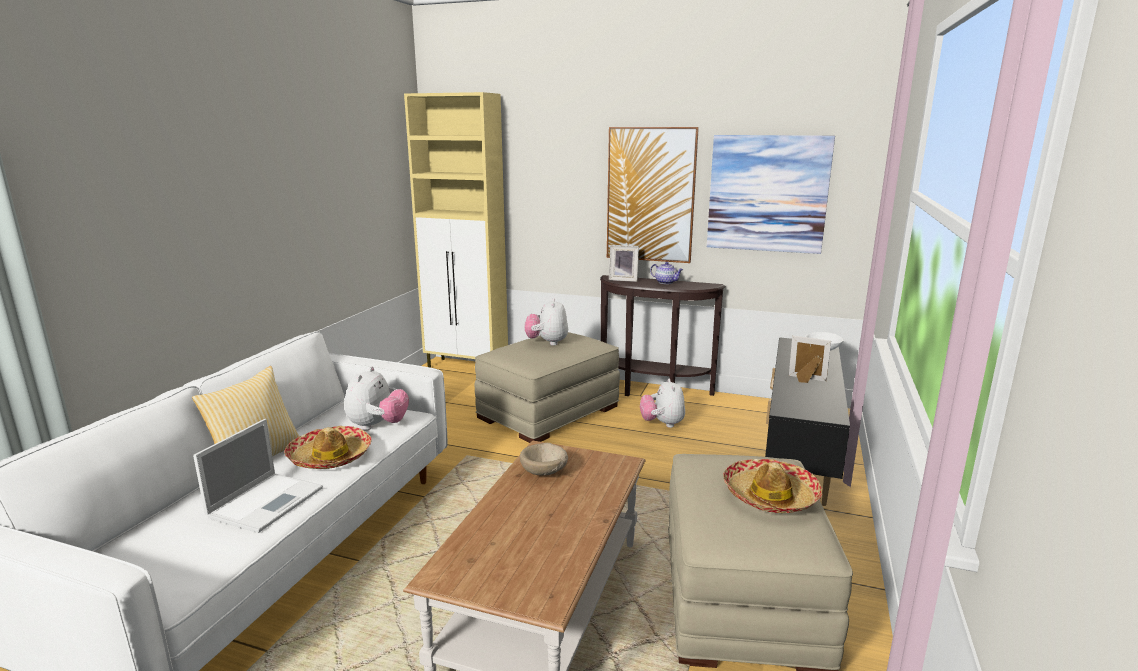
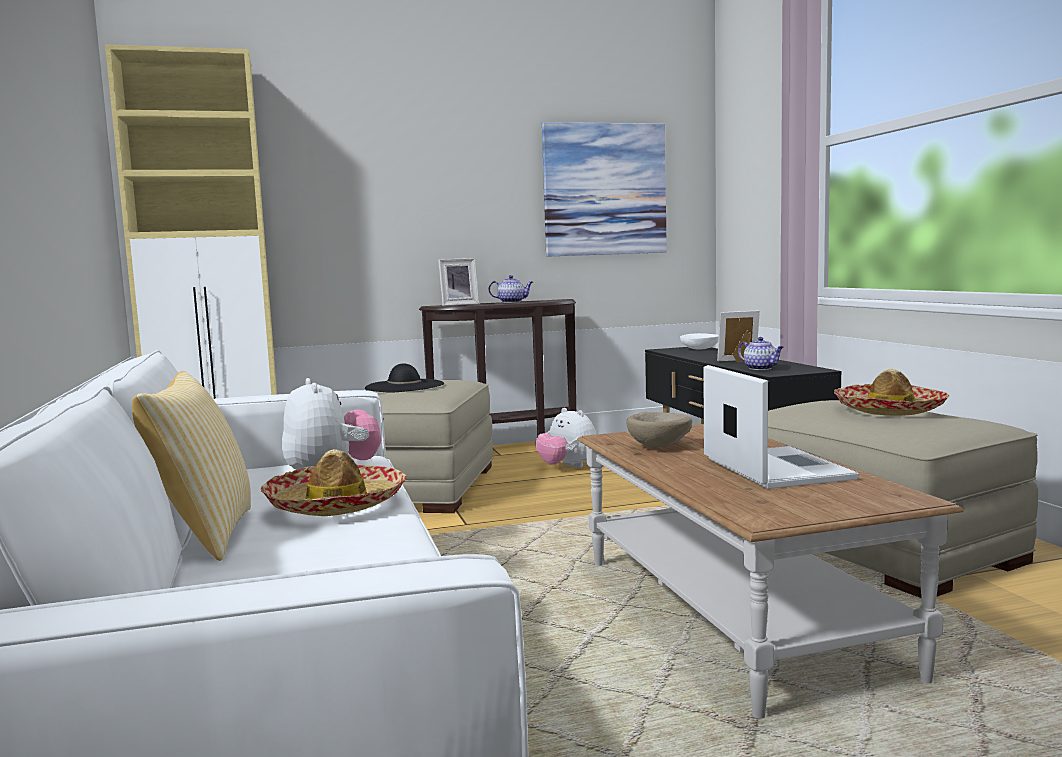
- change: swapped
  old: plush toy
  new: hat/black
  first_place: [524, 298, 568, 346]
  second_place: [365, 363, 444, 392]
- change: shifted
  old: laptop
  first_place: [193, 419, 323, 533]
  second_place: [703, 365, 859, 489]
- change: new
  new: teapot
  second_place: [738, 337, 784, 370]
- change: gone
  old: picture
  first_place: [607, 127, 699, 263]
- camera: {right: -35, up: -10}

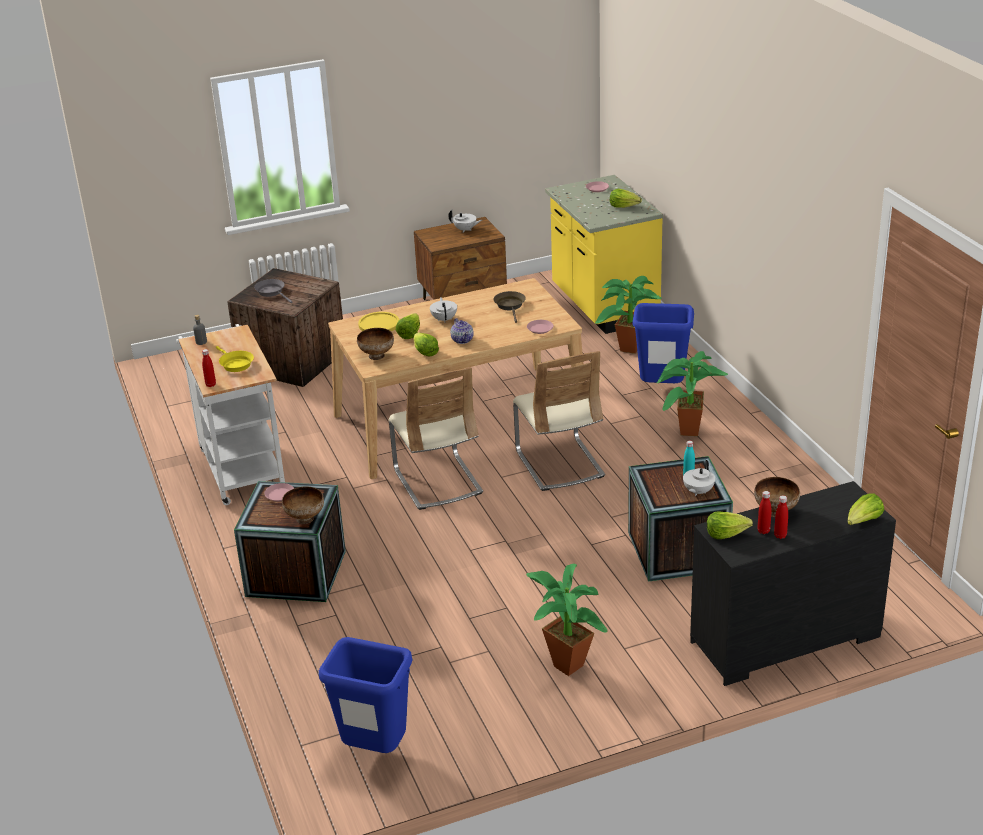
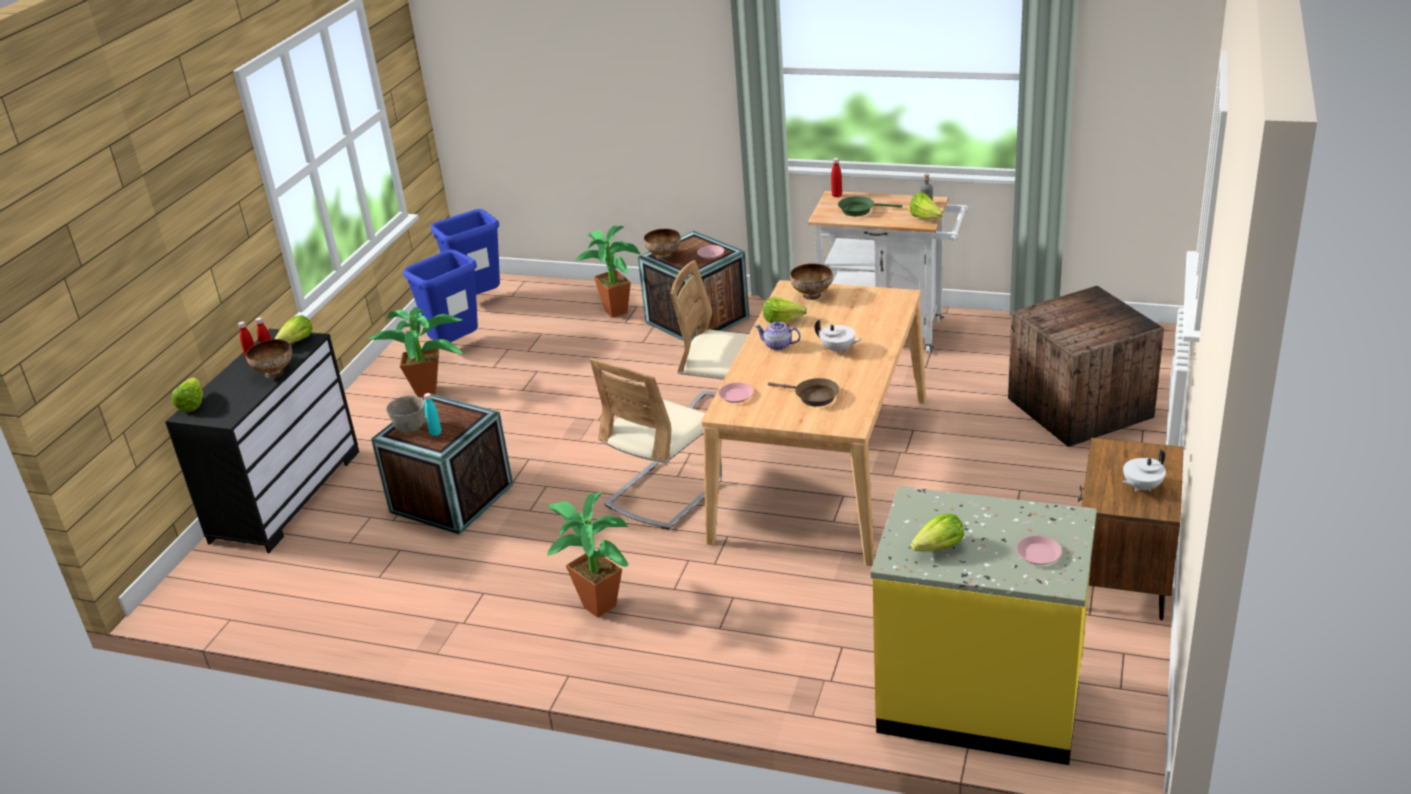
- change: swapped
  old: teapot/white
  new: bowl/grey
  first_place: [683, 460, 715, 496]
  second_place: [386, 396, 425, 433]
- change: shifted
  old: trash can/blue
  first_place: [633, 303, 694, 383]
  second_place: [403, 250, 478, 342]
- change: shifted
  old: potted plant
  first_place: [596, 276, 662, 354]
  second_place: [575, 226, 640, 318]
- change: rotated
  old: chair/beige
  first_place: [513, 351, 605, 491]
  second_place: [590, 358, 722, 530]
  degrees: -75
- change: repainted
  old: frying pan/yellow
  new: frying pan/green
  first_place: [216, 346, 254, 372]
  second_place: [838, 196, 902, 216]
- change: shifted
  old: lettuce
  first_place: [396, 313, 420, 339]
  second_place: [910, 193, 944, 219]
- change: gone
  old: frying pan/grey
  first_place: [254, 279, 292, 303]
- change: gone
  old: plate/yellow
  first_place: [358, 312, 399, 332]
- camera: {right: 130, up: 0}

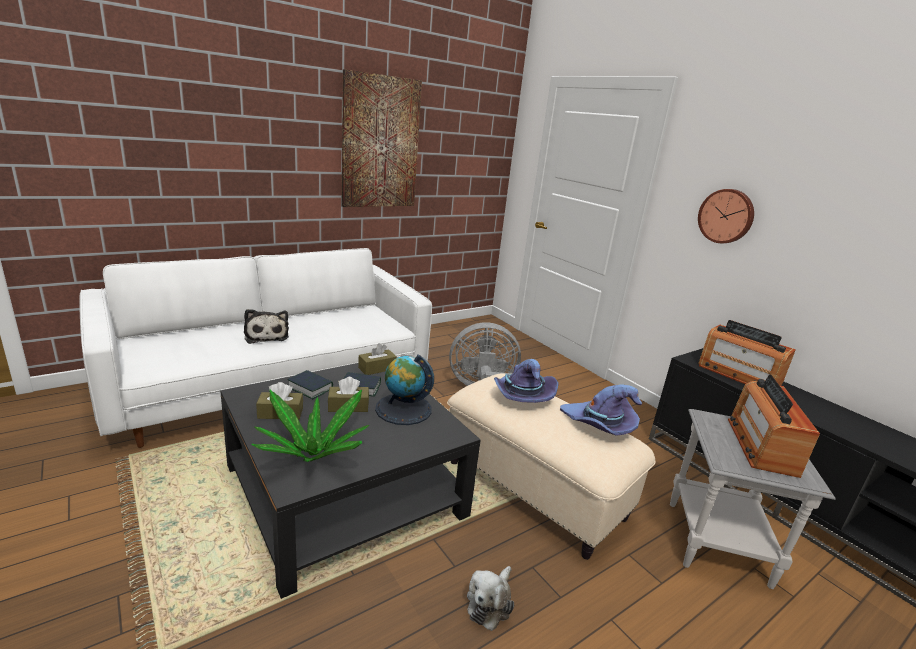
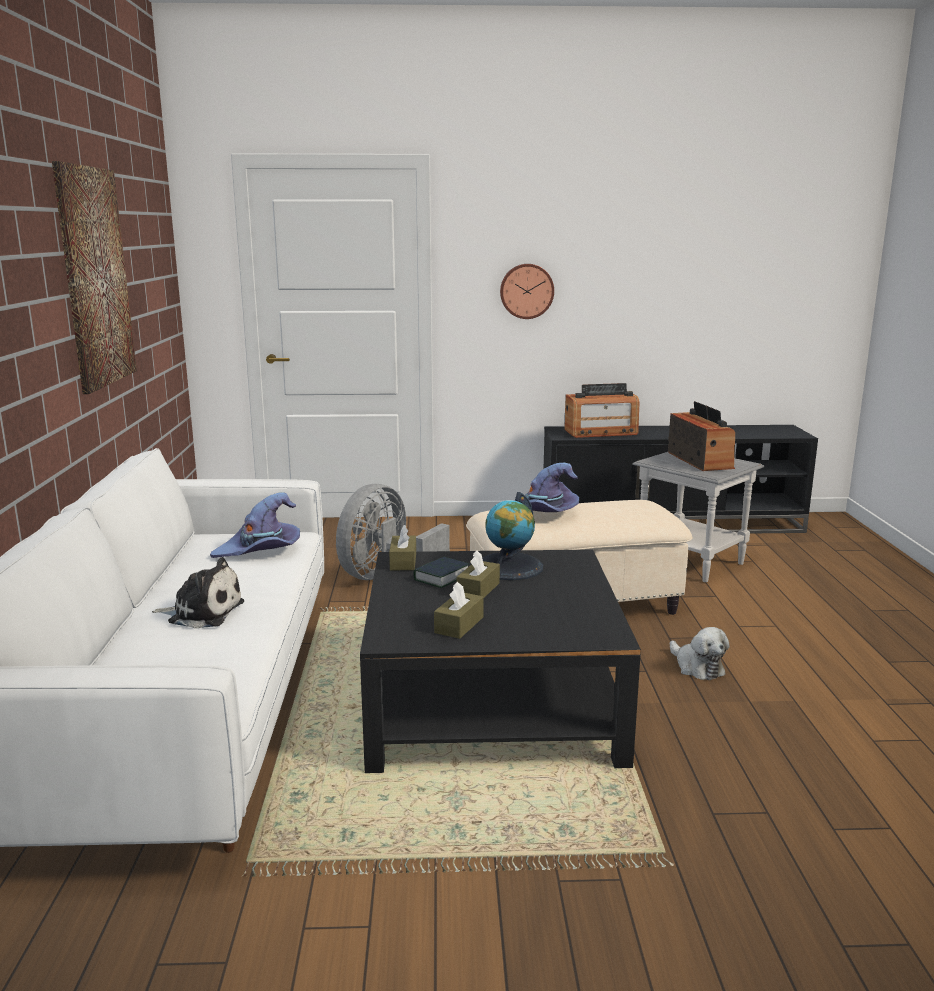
- change: shifted
  old: hat/purple
  first_place: [560, 384, 642, 436]
  second_place: [210, 493, 300, 558]
- change: rotated
  old: radio
  first_place: [728, 374, 820, 478]
  second_place: [668, 401, 735, 471]
  degrees: -150
- change: gone
  old: potted plant
  first_place: [251, 389, 369, 462]
- change: gone
  old: book
  first_place: [287, 370, 333, 399]
- camera: {right: -55, up: -5}

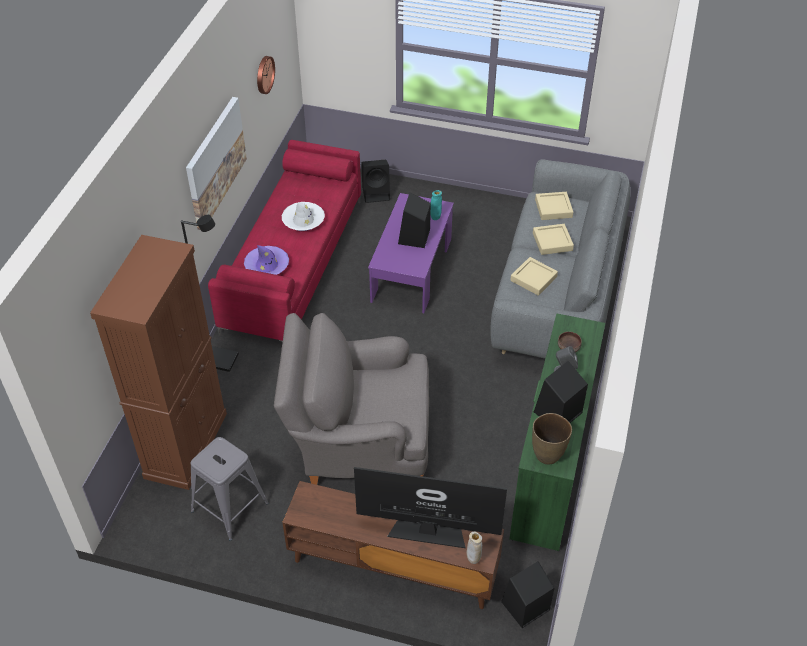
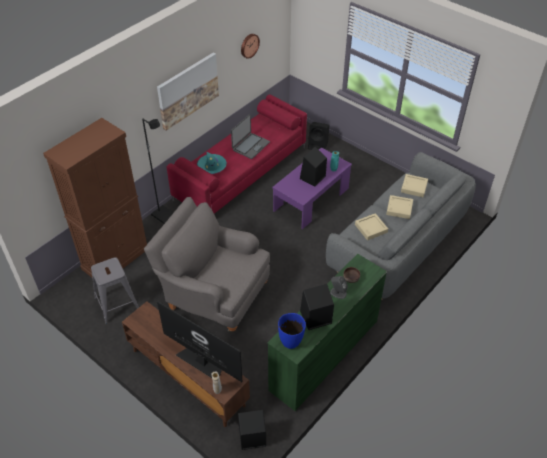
- change: repainted
  old: hat/purple
  new: hat/turquoise
  first_place: [244, 245, 289, 275]
  second_place: [197, 152, 227, 174]
- change: swapped
  old: hat/white
  new: laptop
  first_place: [282, 202, 325, 231]
  second_place: [231, 114, 270, 159]
- change: repainted
  old: vase/brown
  new: vase/blue
  first_place: [532, 413, 572, 465]
  second_place: [278, 313, 306, 349]
- camera: {right: 25, up: 0}

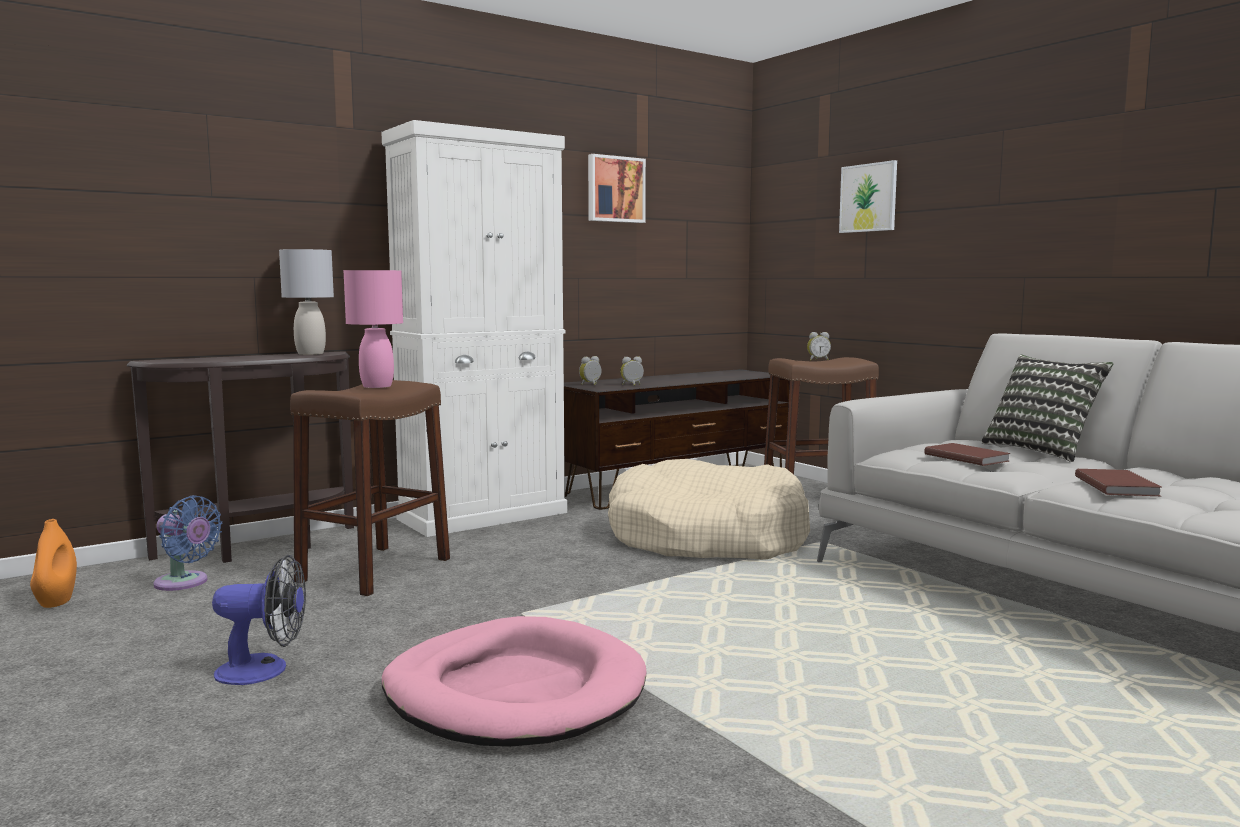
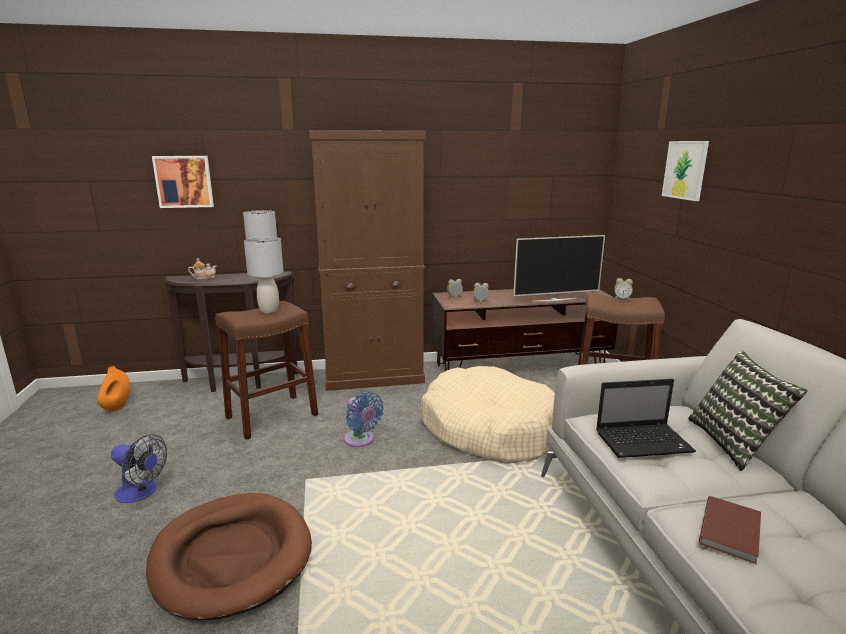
- change: repainted
  old: dog bed/pink
  new: dog bed/brown
  first_place: [382, 616, 646, 747]
  second_place: [146, 493, 312, 620]
- change: shifted
  old: picture
  first_place: [588, 154, 646, 223]
  second_place: [152, 156, 214, 208]
- change: new
  new: teapot
  second_place: [188, 258, 216, 280]
- change: repainted
  old: table lamp/pink
  new: table lamp/grey
  first_place: [344, 270, 403, 388]
  second_place: [244, 237, 284, 313]
- change: repainted
  old: cabinet/white
  new: cabinet/brown
  first_place: [381, 120, 567, 537]
  second_place: [309, 130, 426, 391]
- change: shifted
  old: fan/blue
  first_place: [153, 495, 222, 591]
  second_place: [344, 392, 384, 447]
- change: new
  new: television
  second_place: [513, 235, 605, 302]
- change: swapped
  old: book/brown
  new: laptop
  first_place: [924, 443, 1011, 466]
  second_place: [596, 379, 696, 458]
- camera: {right: 25, up: 10}

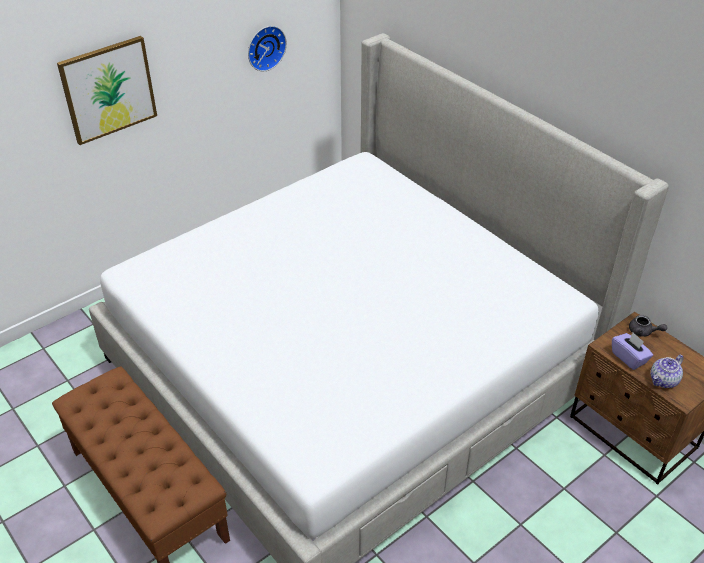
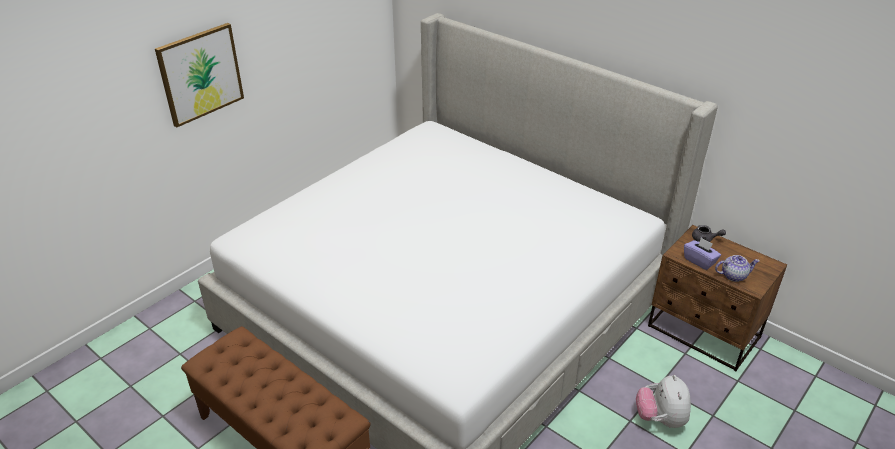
- change: new
  new: plush toy
  second_place: [636, 375, 691, 428]
- change: rotated
  old: teapot
  first_place: [651, 354, 683, 388]
  second_place: [715, 255, 759, 282]
  degrees: -135
- change: gone
  old: wall clock
  first_place: [248, 26, 287, 71]
- camera: {right: -10, up: -5}

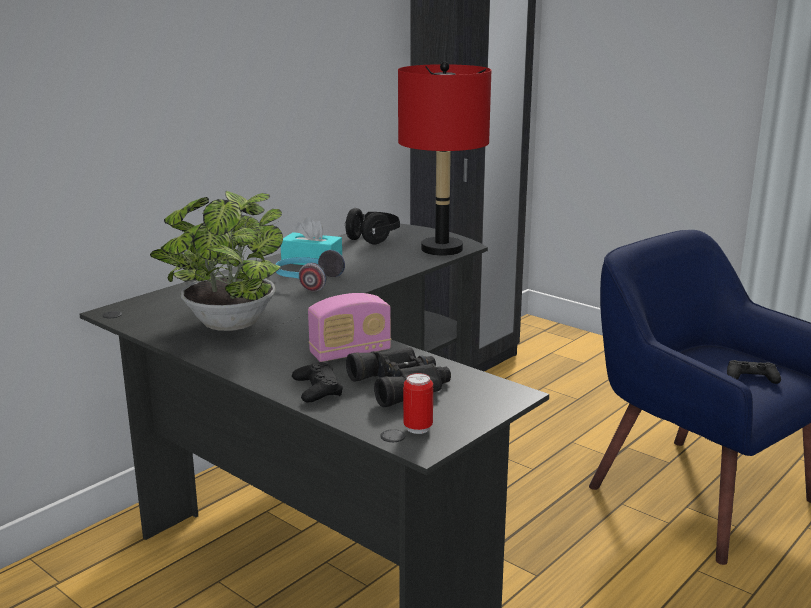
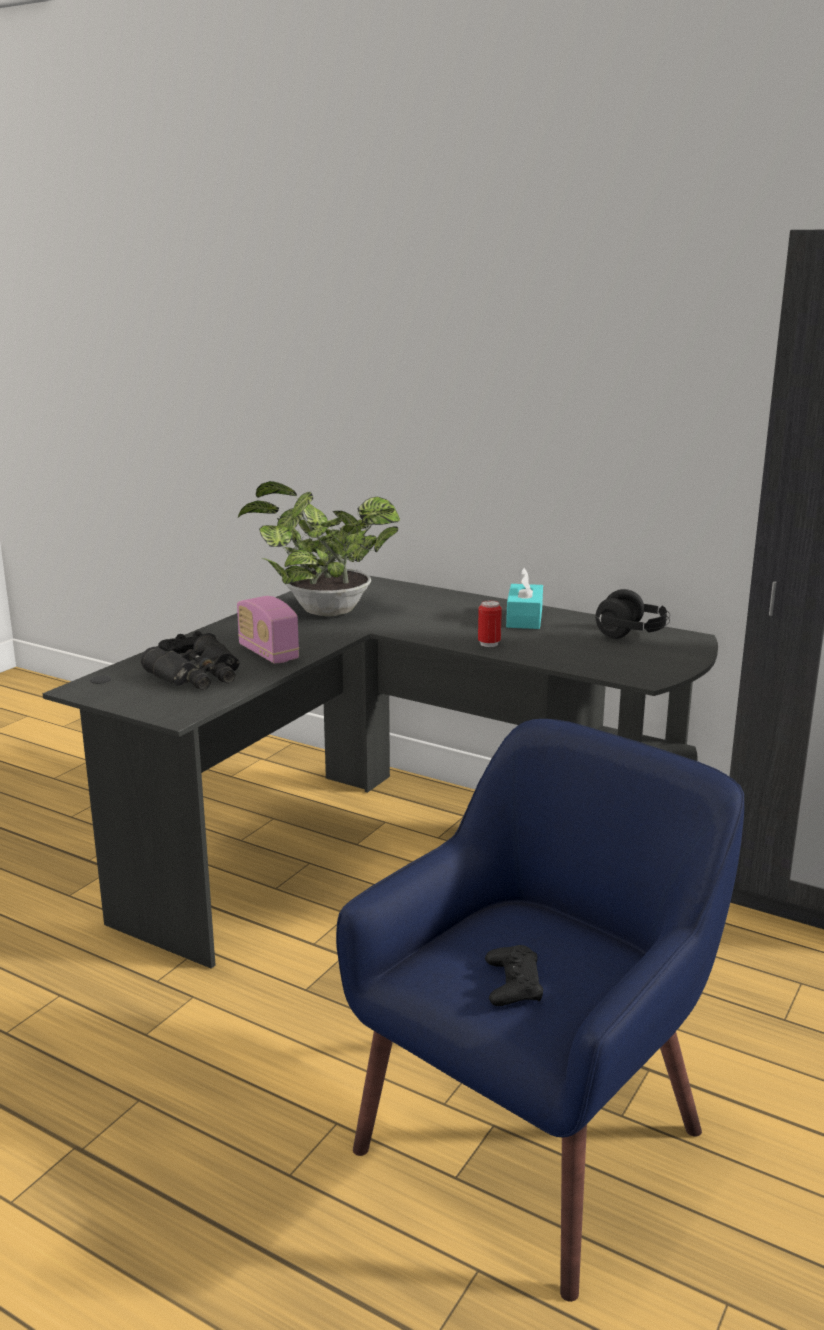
- change: shifted
  old: can
  first_place: [403, 373, 433, 434]
  second_place: [478, 600, 502, 647]
- change: gone
  old: headphones
  first_place: [275, 250, 345, 292]
- change: gone
  old: table lamp/red
  first_place: [398, 62, 491, 256]
- camera: {right: 80, up: 0}

